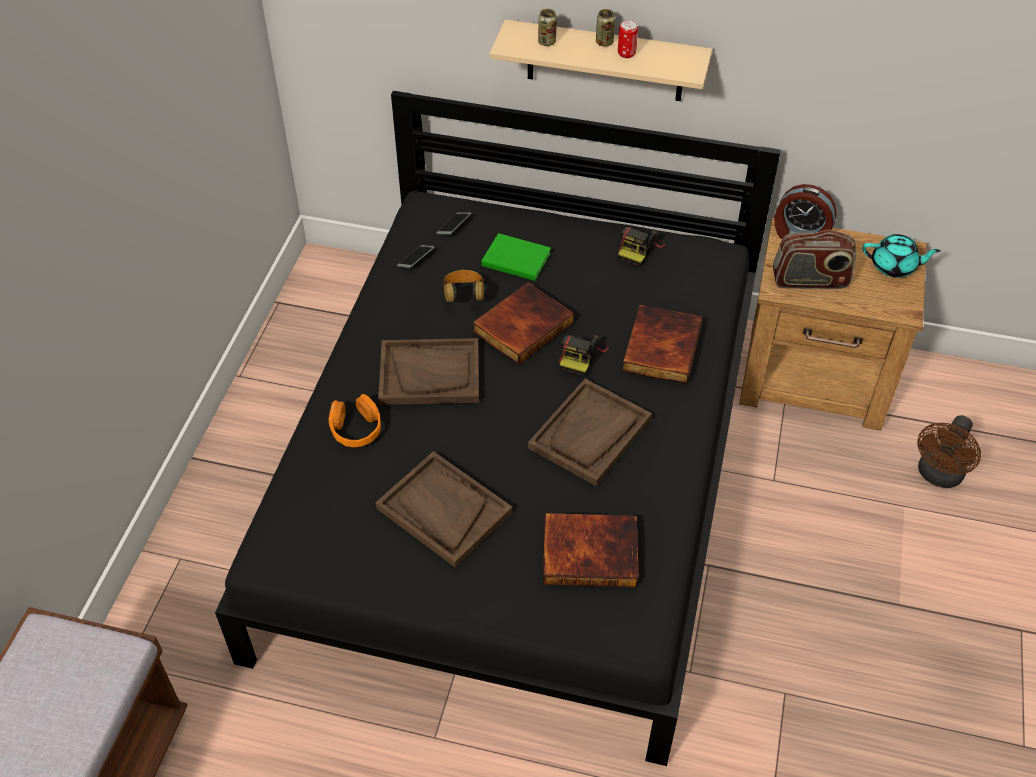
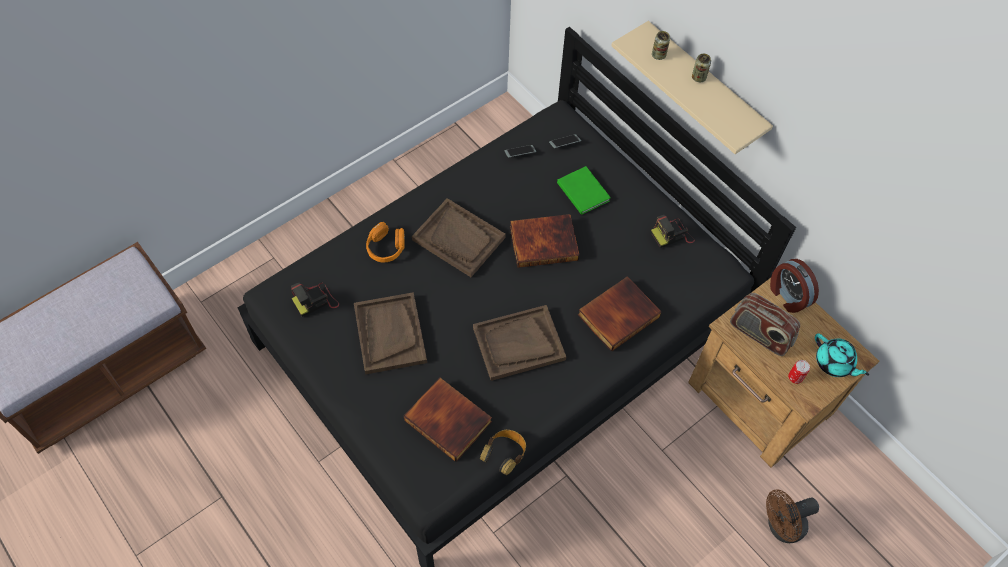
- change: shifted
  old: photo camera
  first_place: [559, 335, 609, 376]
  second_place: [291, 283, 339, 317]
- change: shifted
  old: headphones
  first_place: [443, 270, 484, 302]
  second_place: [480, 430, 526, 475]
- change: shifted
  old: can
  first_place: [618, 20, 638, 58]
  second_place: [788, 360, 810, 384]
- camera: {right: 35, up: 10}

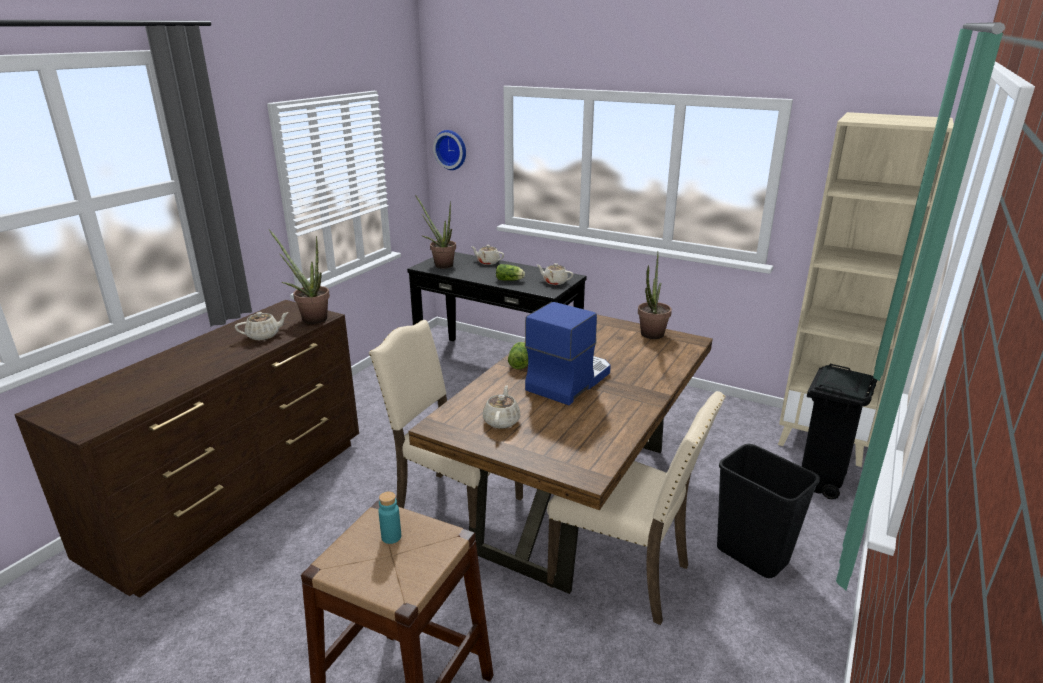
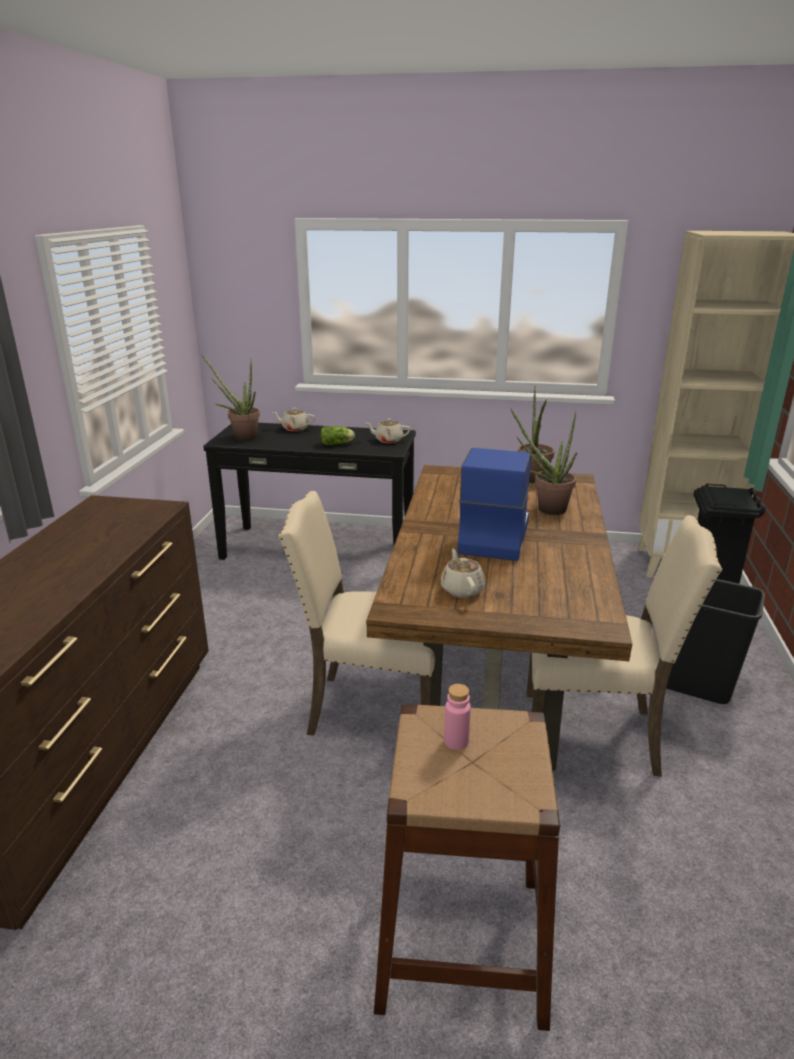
- change: repainted
  old: bottle/turquoise
  new: bottle/pink
  first_place: [378, 491, 401, 544]
  second_place: [444, 684, 471, 750]
- change: shifted
  old: potted plant
  first_place: [268, 229, 330, 324]
  second_place: [510, 408, 578, 515]
- change: gone
  old: teapot/beige
  first_place: [235, 312, 289, 340]
- change: gone
  old: wall clock
  first_place: [433, 130, 466, 170]
- change: gone
  old: lettuce
  first_place: [508, 342, 528, 369]
- camera: {right: -20, up: 0}

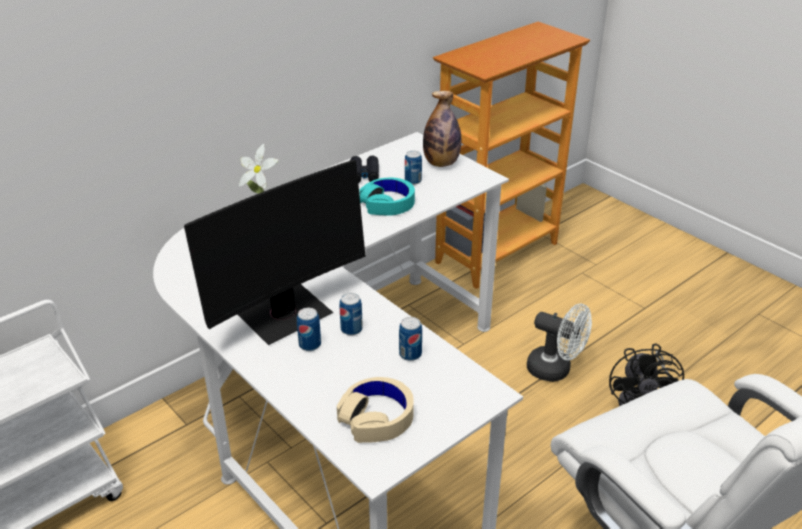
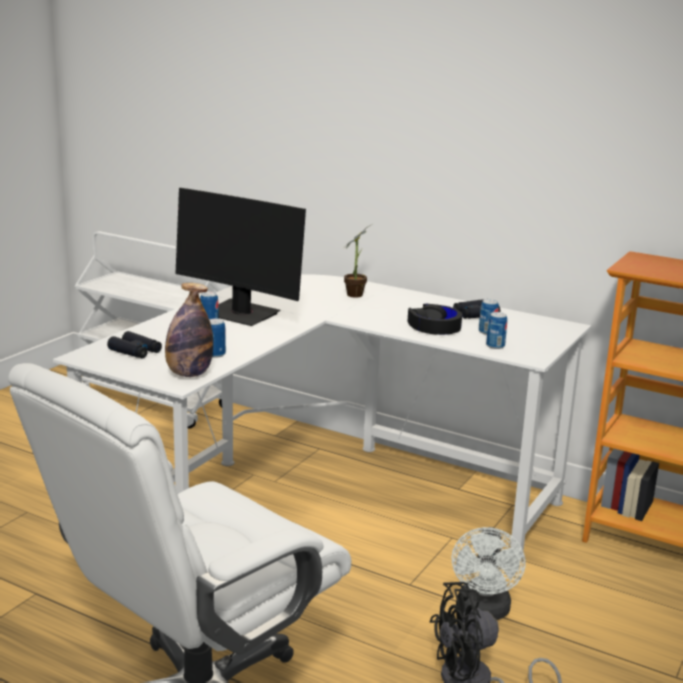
- change: swapped
  old: headphones/beige
  new: binoculars/black
  first_place: [337, 377, 414, 443]
  second_place: [107, 331, 162, 359]
- change: shifted
  old: bottle
  first_place: [423, 91, 462, 167]
  second_place: [165, 283, 213, 377]
- change: repainted
  old: headphones/turquoise
  new: headphones/black
  first_place: [359, 178, 415, 215]
  second_place: [408, 304, 462, 335]
- change: shifted
  old: can
  first_place: [339, 293, 363, 336]
  second_place: [486, 312, 507, 349]
- camera: {right: 70, up: -15}

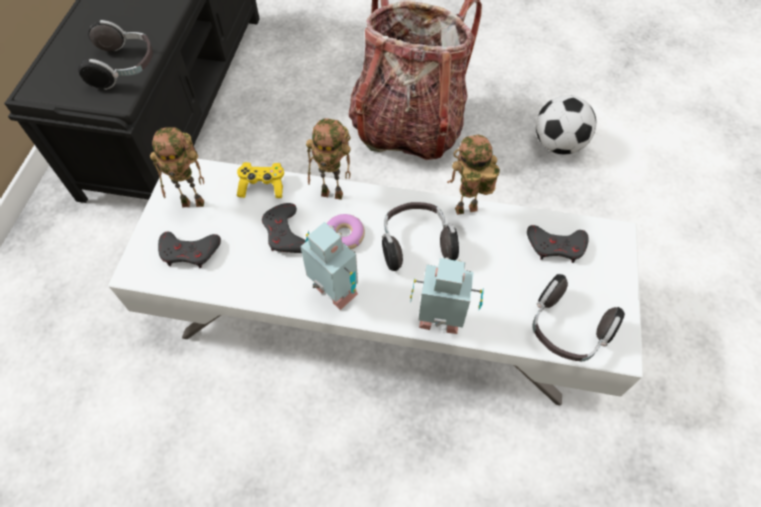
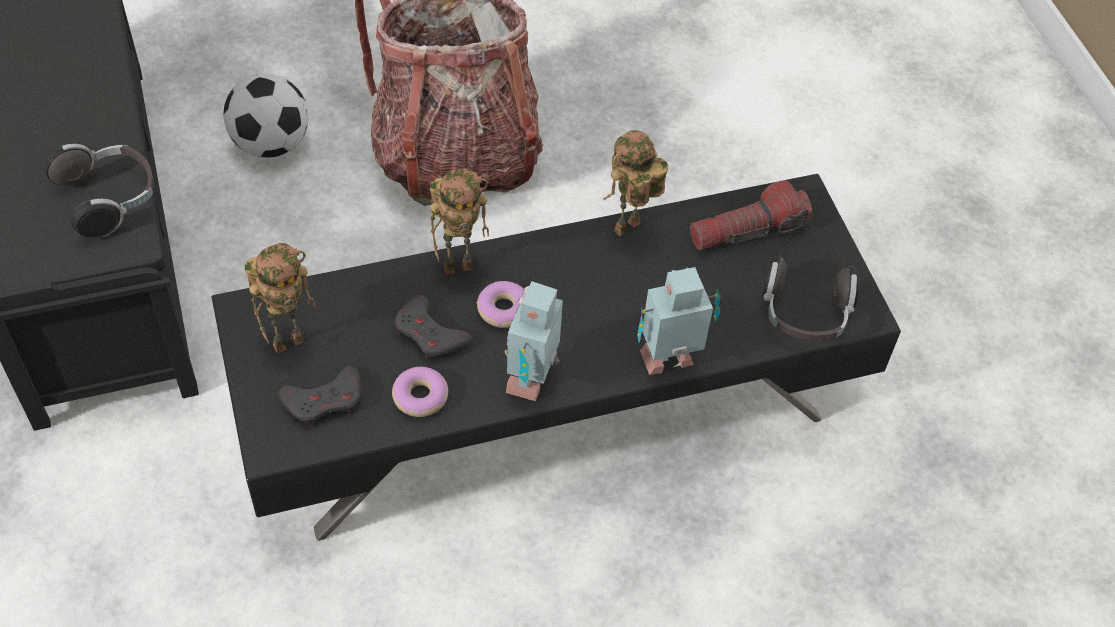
- change: repainted
  old: coffee table/white
  new: coffee table/black
  first_place: [108, 159, 643, 405]
  second_place: [212, 174, 901, 541]
- change: shifted
  old: football
  first_place: [536, 95, 596, 154]
  second_place: [224, 74, 308, 158]
- change: new
  new: donut
  second_place: [392, 367, 448, 417]
- change: rotated
  old: toy robot
  first_place: [300, 222, 358, 310]
  second_place: [504, 281, 563, 401]
  degrees: -90
- change: swapped
  old: game controller/grey
  new: flashlight
  first_place: [527, 225, 589, 263]
  second_place: [690, 180, 812, 250]
- change: gone
  old: game controller/yellow
  first_place: [237, 162, 284, 198]
- change: gone
  old: headphones
  first_place: [382, 202, 459, 271]
- camera: {right: -30, up: -5}

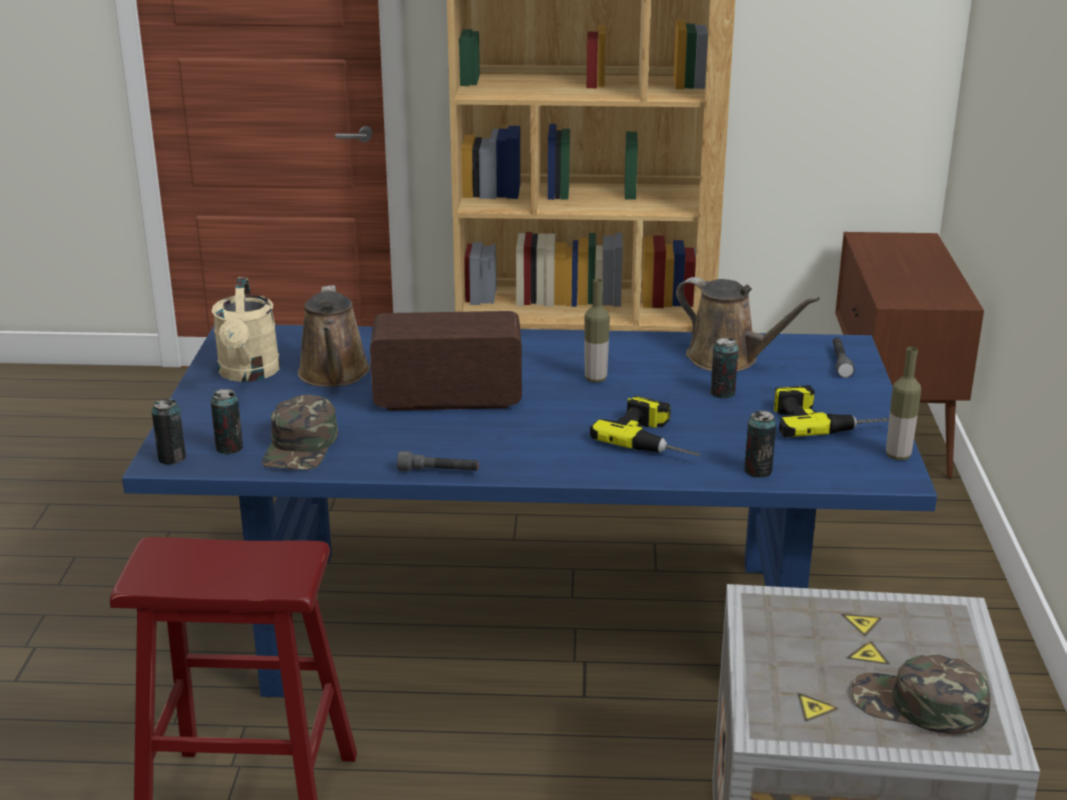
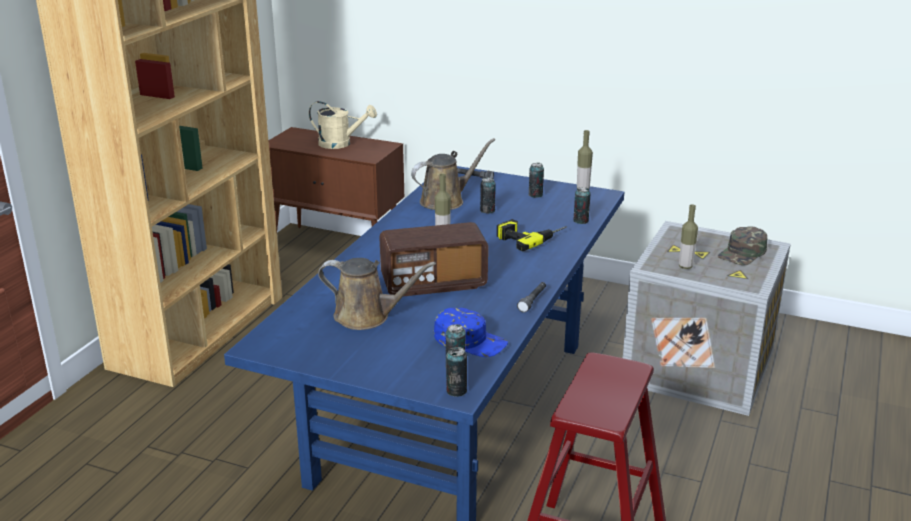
- change: shifted
  old: watering can/beige
  first_place: [212, 277, 280, 382]
  second_place: [309, 101, 377, 149]
- change: rotated
  old: radio
  first_place: [370, 311, 522, 411]
  second_place: [379, 222, 488, 296]
  degrees: -120
- change: repainted
  old: cap/green
  new: cap/blue
  first_place: [262, 394, 338, 470]
  second_place: [434, 308, 508, 357]
- change: swapped
  old: power drill
  new: can
  first_place: [774, 385, 889, 437]
  second_place: [529, 163, 544, 198]
- change: new
  new: bottle
  second_place: [679, 204, 698, 269]
- camera: {right: -70, up: 0}

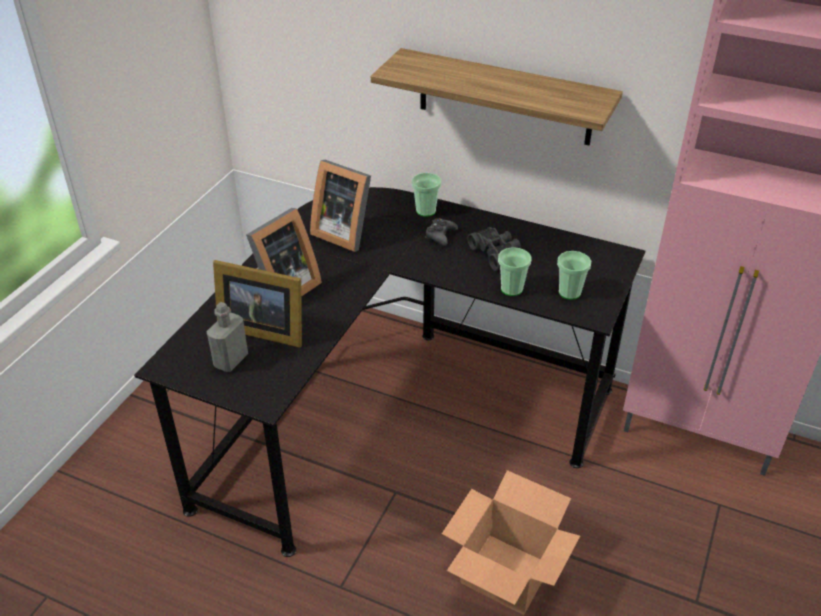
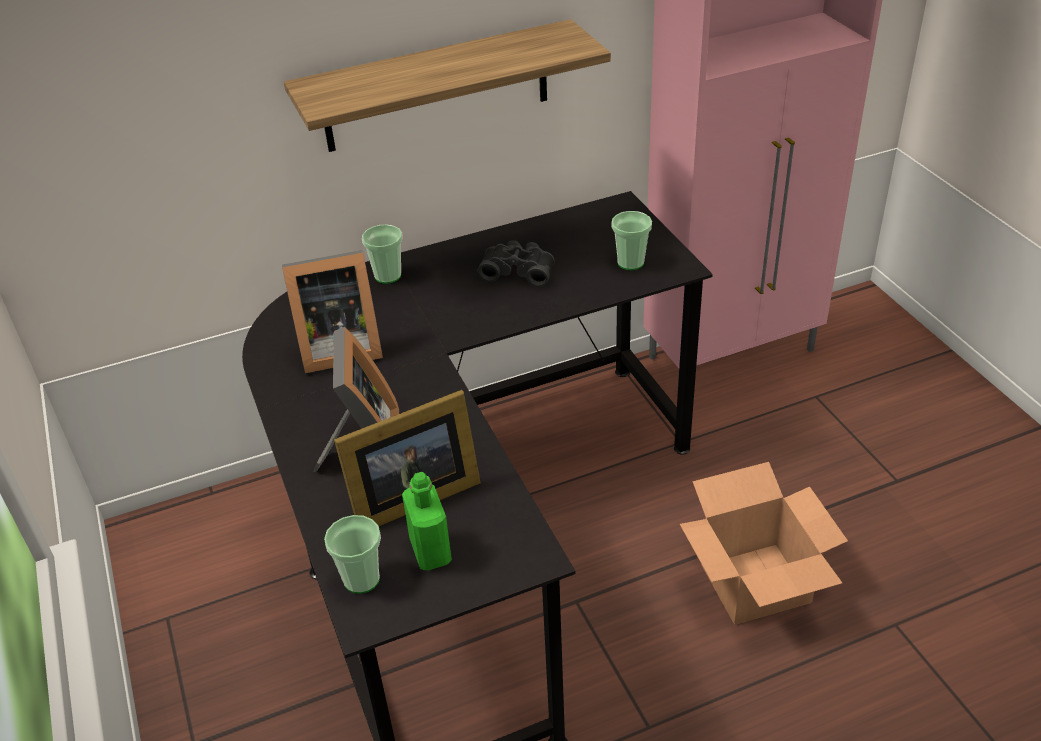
- change: shifted
  old: cup
  first_place: [498, 247, 532, 296]
  second_place: [324, 515, 381, 594]
- change: repainted
  old: bottle/grey
  new: bottle/green
  first_place: [206, 302, 248, 372]
  second_place: [402, 472, 452, 570]
- change: gone
  old: game controller/black
  first_place: [425, 218, 458, 246]
- camera: {right: -45, up: 0}

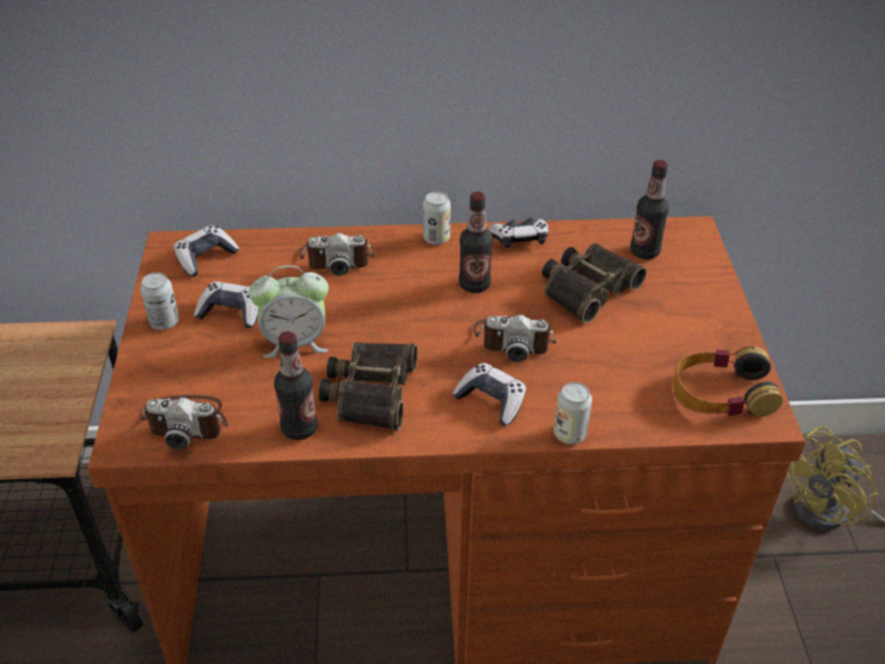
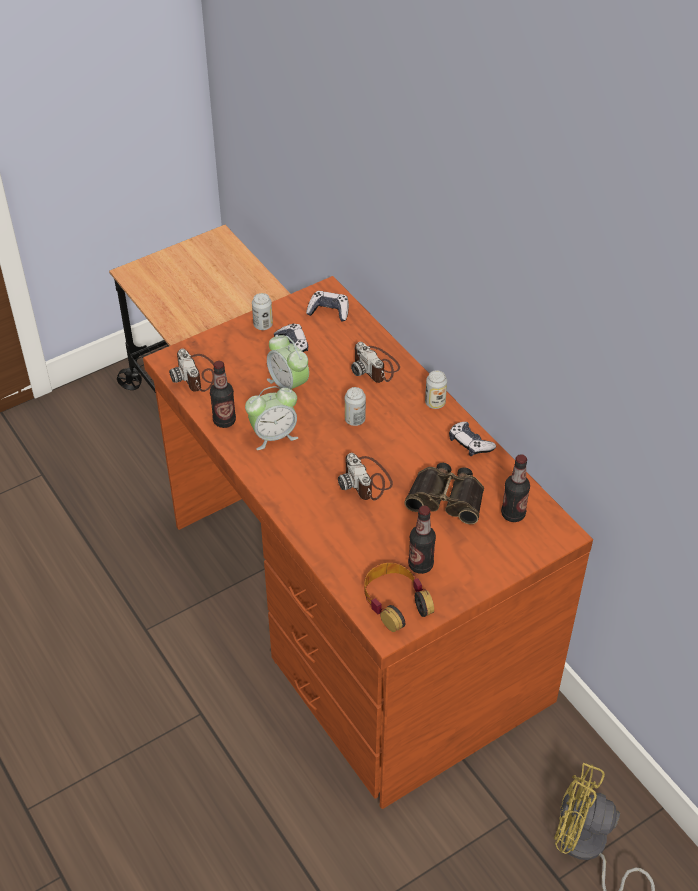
- change: swapped
  old: binoculars
  new: alarm clock
  first_place: [319, 342, 418, 430]
  second_place: [245, 386, 299, 450]
- change: shifted
  old: can
  first_place: [554, 382, 592, 444]
  second_place: [345, 387, 366, 426]
- change: shifted
  old: bottle
  first_place: [459, 192, 493, 293]
  second_place: [408, 506, 436, 574]
- change: gone
  old: game controller
  first_place: [452, 363, 526, 425]
- camera: {right: 60, up: 5}

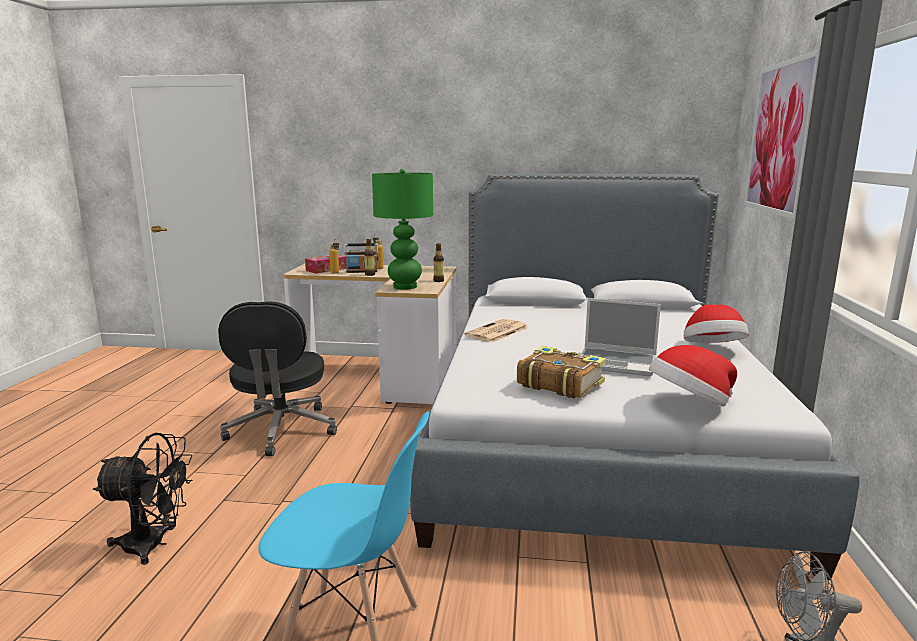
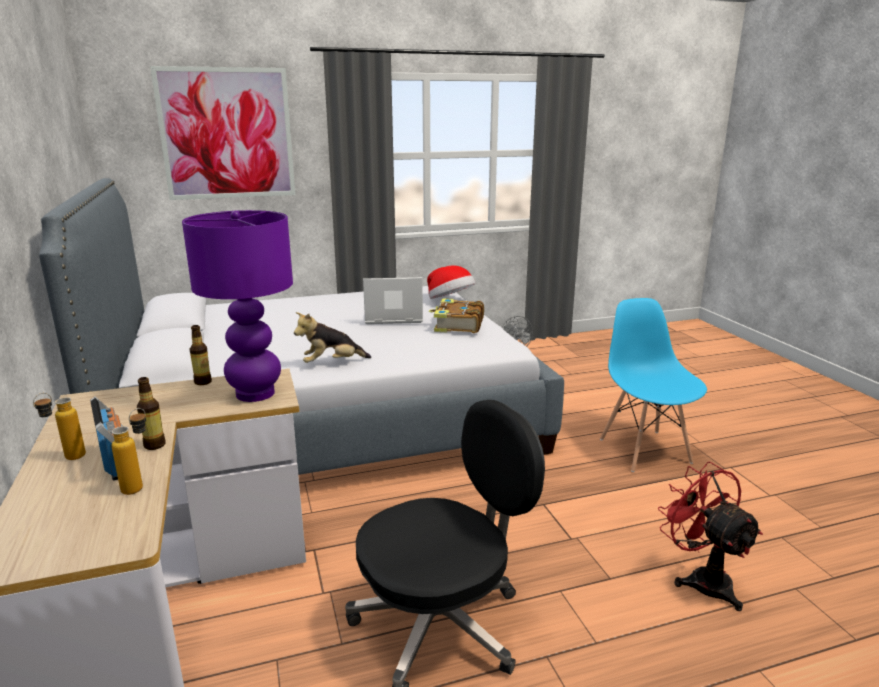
- change: repainted
  old: table lamp/green
  new: table lamp/purple
  first_place: [372, 169, 433, 290]
  second_place: [182, 210, 293, 402]
- change: swapped
  old: newspaper
  new: plush toy
  first_place: [464, 319, 529, 343]
  second_place: [294, 312, 371, 363]
- change: rotated
  old: laptop
  first_place: [580, 298, 661, 377]
  second_place: [363, 277, 423, 324]
  degrees: -90
- change: repainted
  old: fan/black
  new: fan/red
  first_place: [93, 433, 193, 565]
  second_place: [658, 462, 763, 611]
- change: gone
  old: tissue box
  first_place: [305, 255, 346, 274]
- change: gone
  old: hat
  first_place: [684, 304, 749, 343]
- camera: {right: -115, up: 5}

